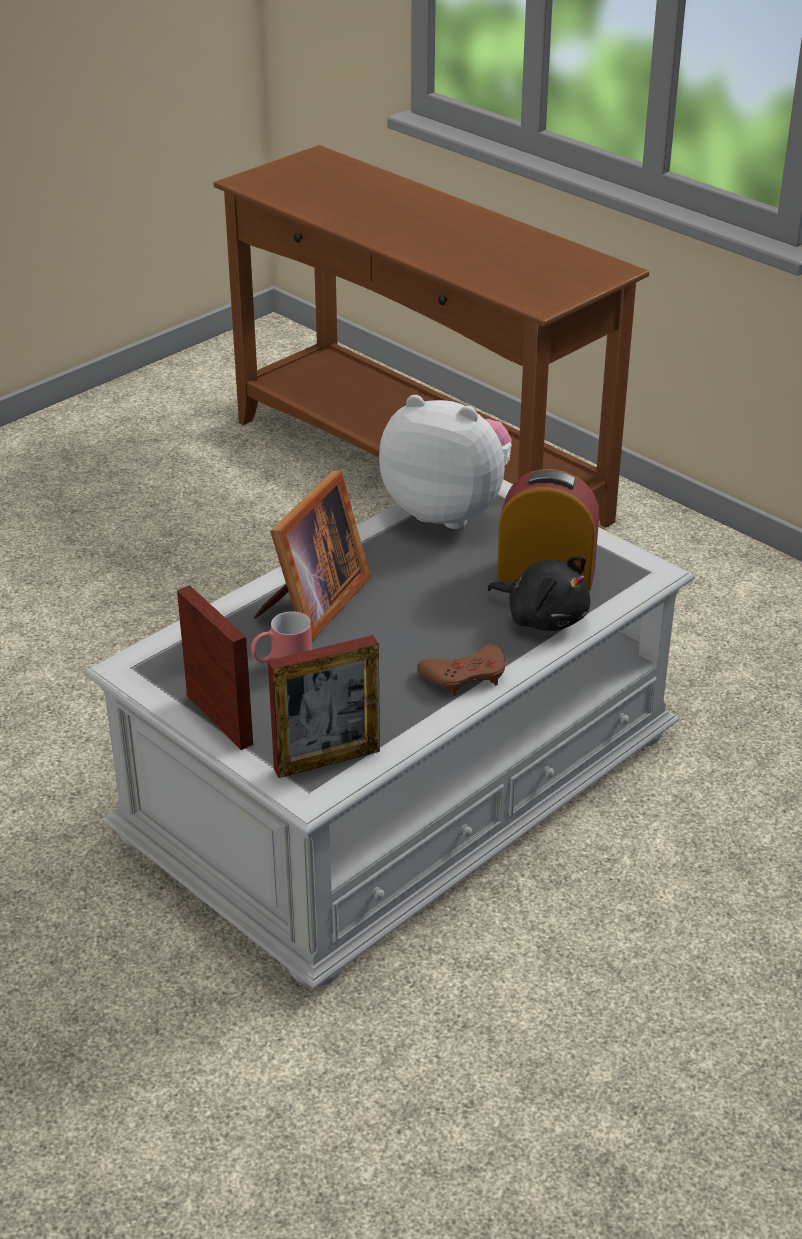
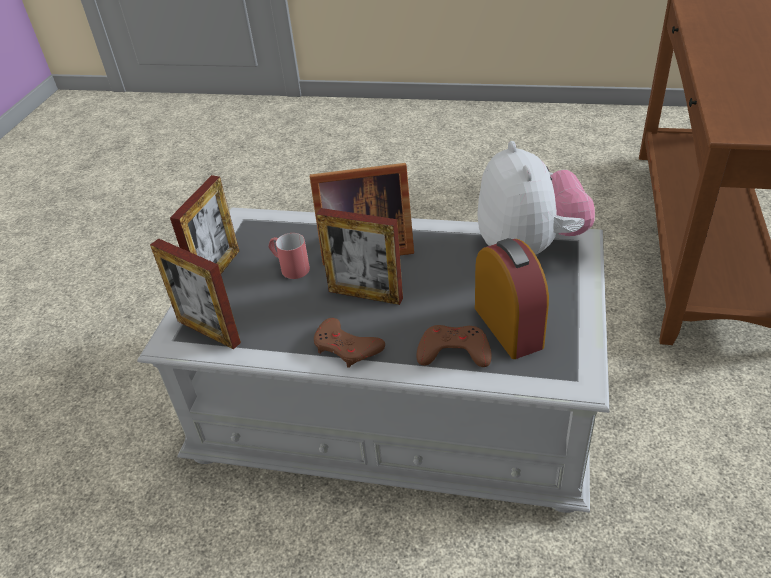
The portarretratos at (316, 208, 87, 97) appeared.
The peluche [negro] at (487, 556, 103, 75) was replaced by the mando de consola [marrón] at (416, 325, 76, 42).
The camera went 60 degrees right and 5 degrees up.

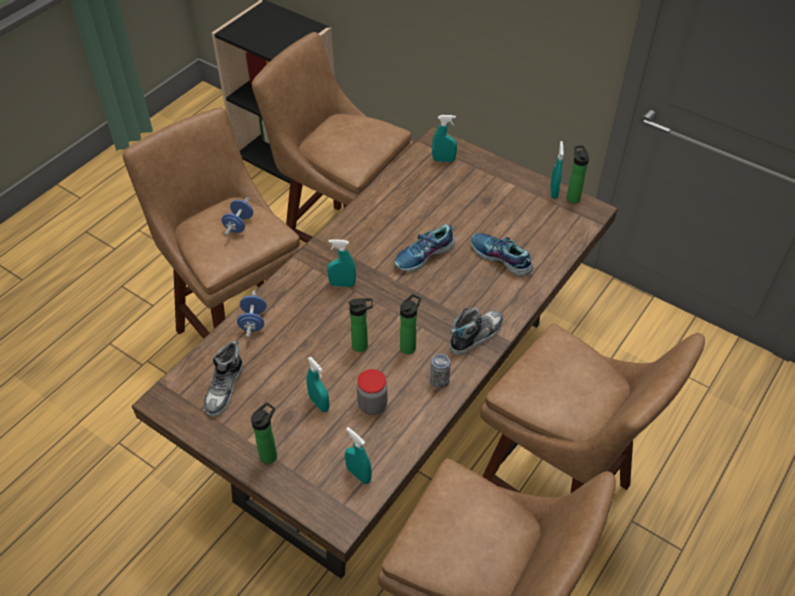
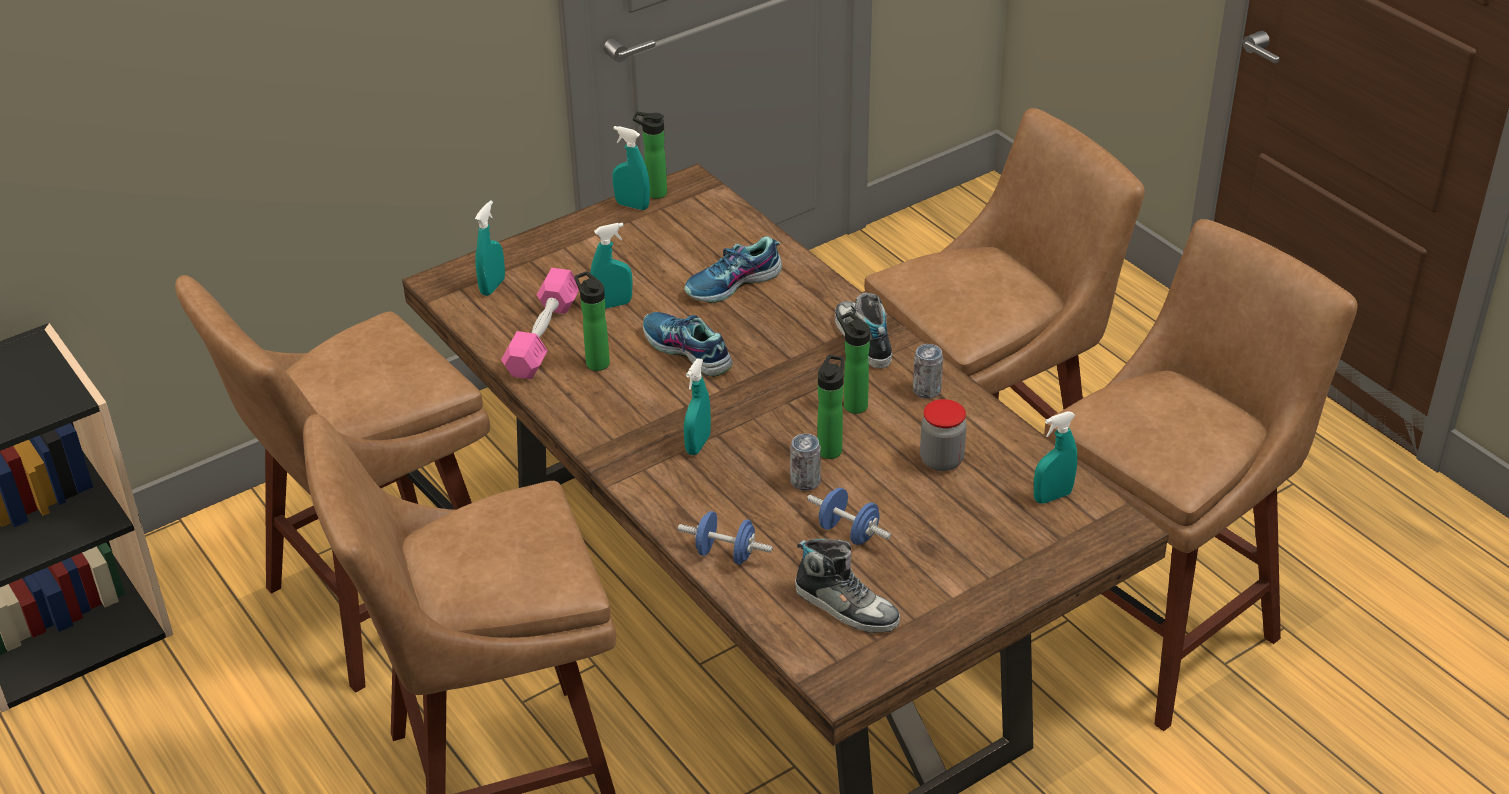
The mancuerna [rosa] at (501, 268, 78, 111) appeared.
The botella moved from (251, 402, 26, 62) to (574, 271, 36, 100).
The pulverizador [turquesa] moved from (307, 356, 23, 56) to (590, 223, 42, 86).
The zapato at (394, 224, 61, 47) turned 150 degrees clockwise.
The lata at (790, 434, 31, 57) appeared.
The mancuerna [azul] moved from (222, 197, 31, 39) to (807, 488, 84, 57).
The camera went 70 degrees left and 10 degrees down.

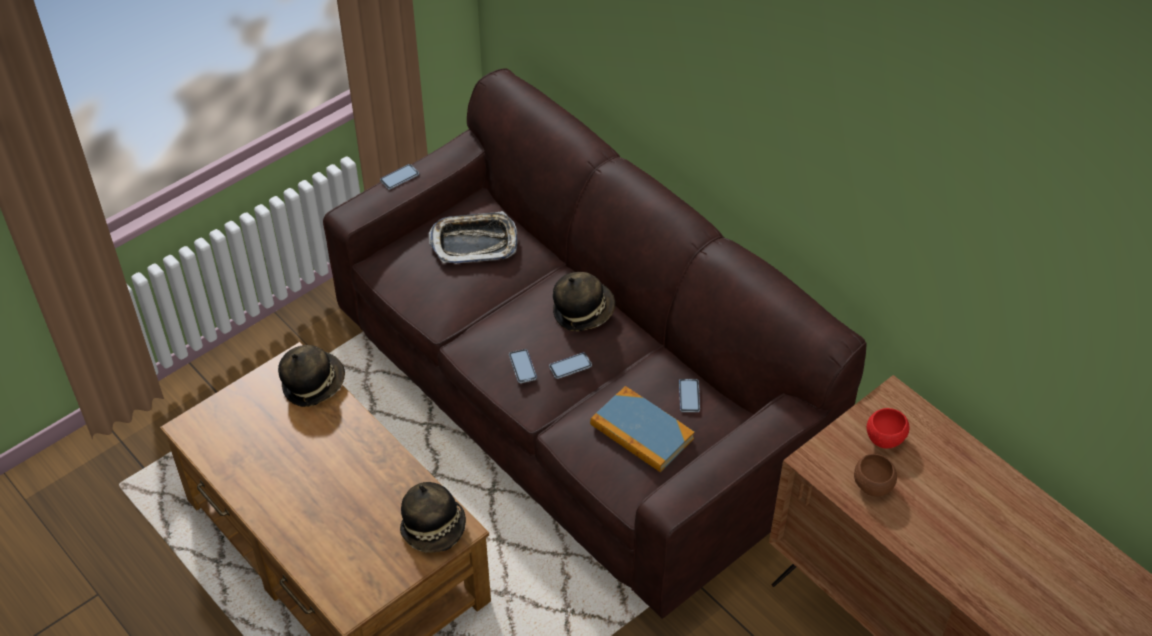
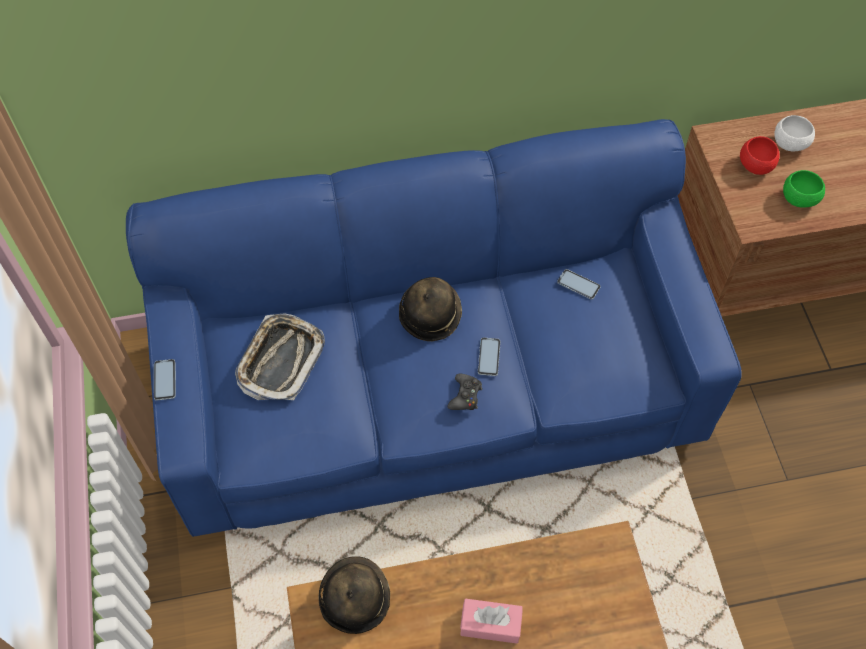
The sofá [marrón] at (323, 68, 544, 551) became the sofá [azul] at (126, 119, 616, 418).
The móvil at (509, 349, 28, 34) was replaced by the mando de consola [negro] at (448, 374, 34, 36).
The caja de pañuelos [rosa] at (460, 599, 63, 45) appeared.
The cuenco [blanco] at (774, 115, 41, 36) appeared.
The cuenco [marrón] at (854, 454, 43, 43) became the cuenco [verde] at (783, 170, 42, 38).
The sombrero at (400, 482, 66, 71) disappeared.
The libro at (590, 386, 105, 86) disappeared.
The camera went 60 degrees left and 10 degrees up.

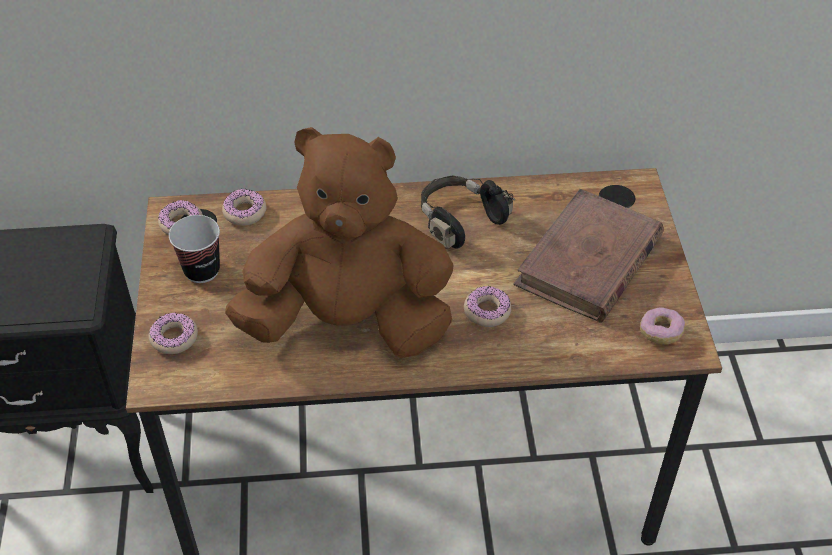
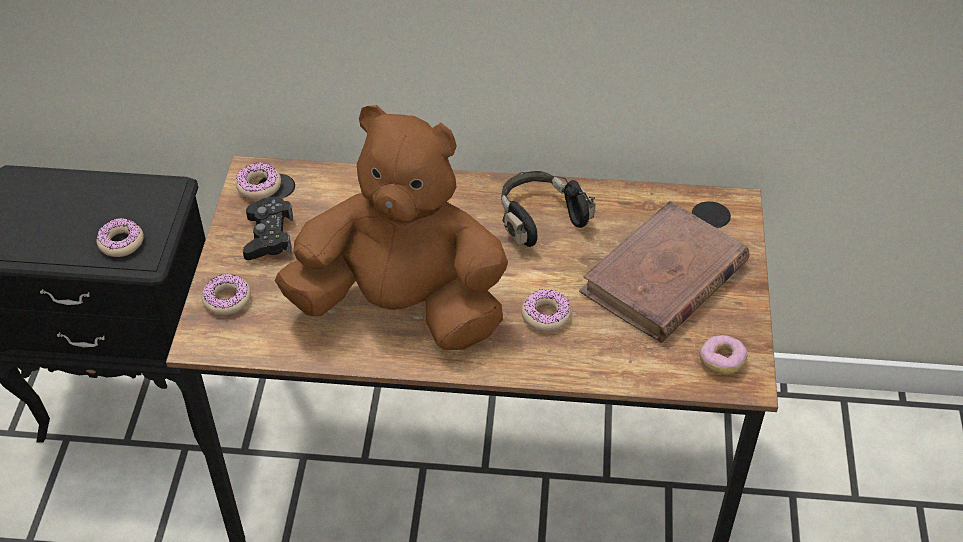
The rosquilla moved from (222, 189, 44, 36) to (97, 218, 47, 39).
The taza at (169, 215, 51, 68) was replaced by the mando de consola [negro] at (243, 197, 50, 63).
The camera went 10 degrees right and 0 degrees up.

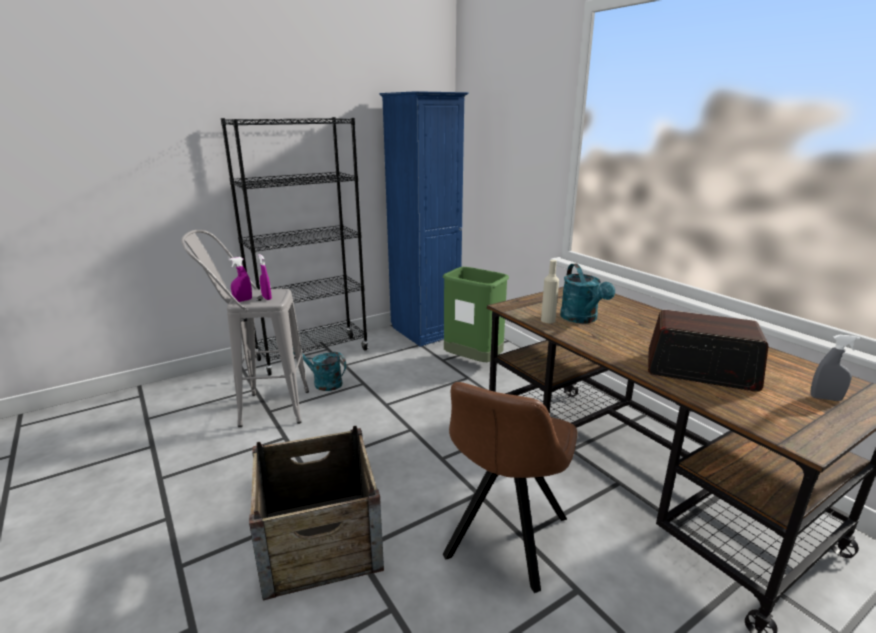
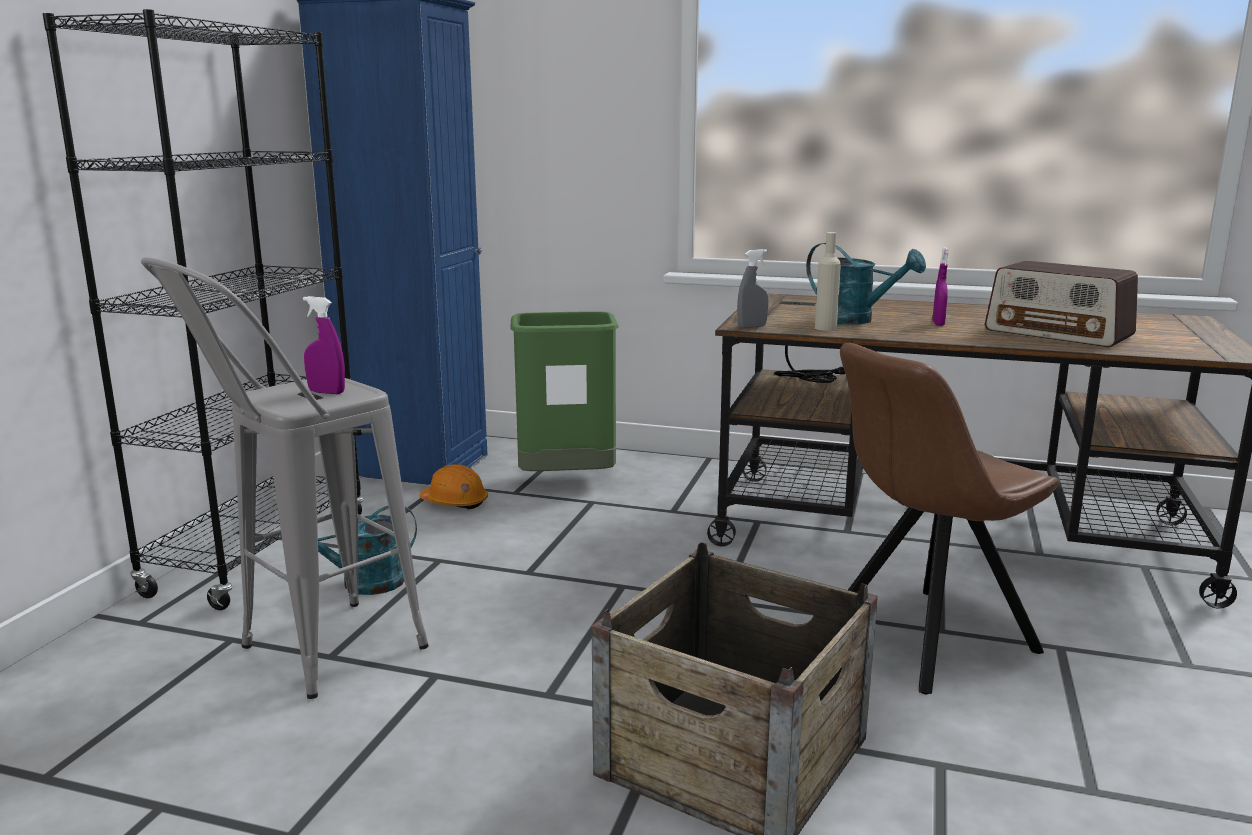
The casco [naranja] at (420, 464, 68, 45) appeared.
The pulverizador [gris] moved from (810, 335, 51, 66) to (737, 249, 32, 79).
The silla [marrón] at (443, 382, 134, 211) turned 75 degrees clockwise.
The pulverizador [morado] moved from (229, 257, 23, 45) to (932, 247, 17, 79).
The radio at (648, 310, 120, 82) turned 120 degrees counterclockwise.
The camera went 40 degrees left and 5 degrees down.

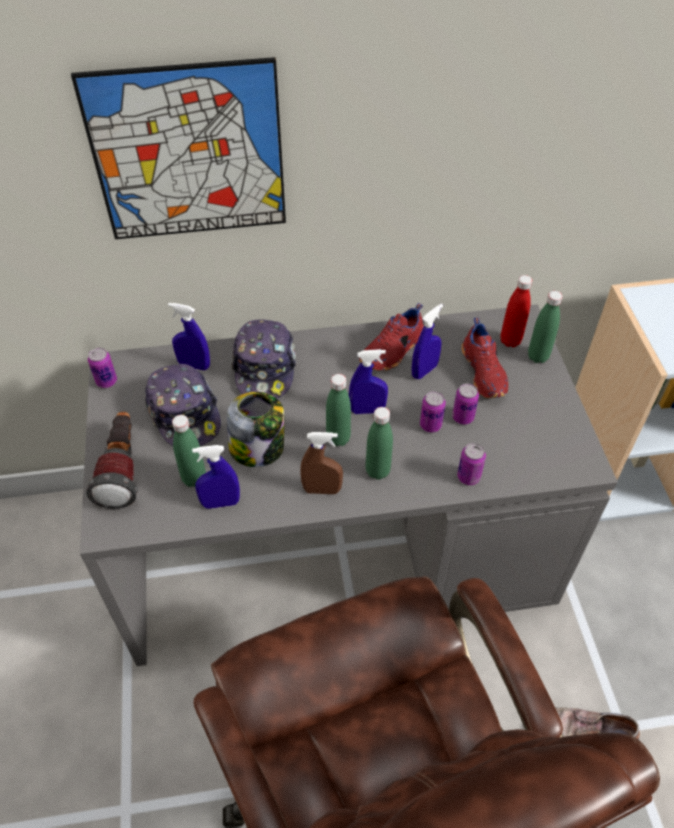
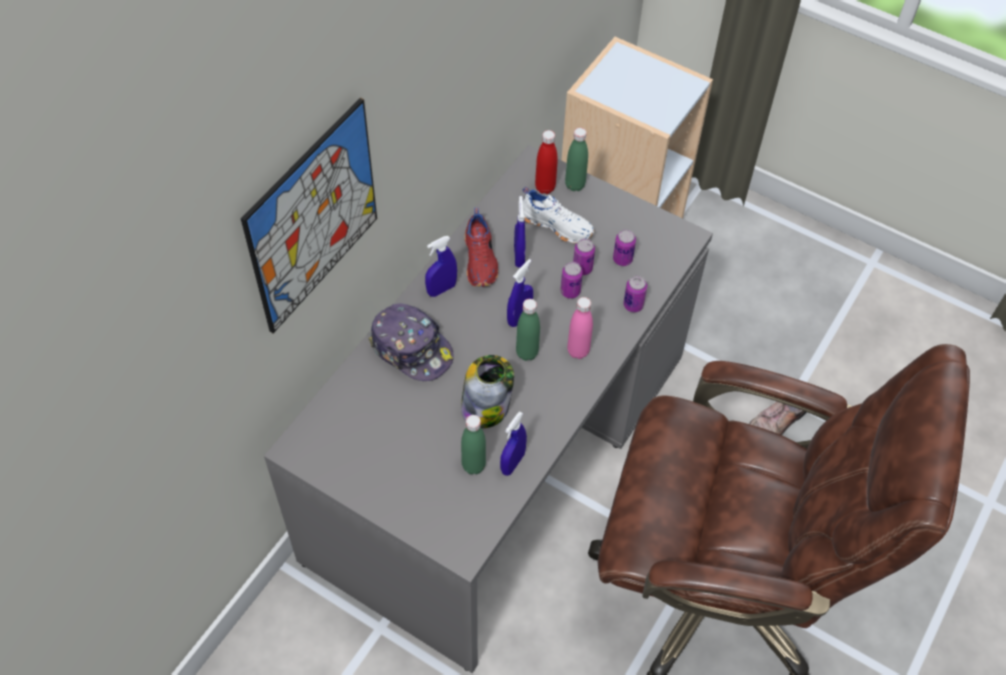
The pulverizador [azul] moved from (168, 303, 42, 68) to (425, 236, 32, 61).
The zapato [rojo] at (461, 317, 47, 81) became the zapato [blanco] at (523, 187, 71, 56).
The botella [verde] at (366, 407, 27, 73) became the botella [rosa] at (567, 297, 26, 62).
The lata moved from (88, 348, 29, 40) to (613, 230, 23, 36).
The linterna at (86, 411, 52, 98) disappeared.
The gorra at (145, 364, 76, 82) disappeared.
The pulverizador [marrón] at (300, 432, 43, 62) disappeared.
The camera went 50 degrees left and 5 degrees up.

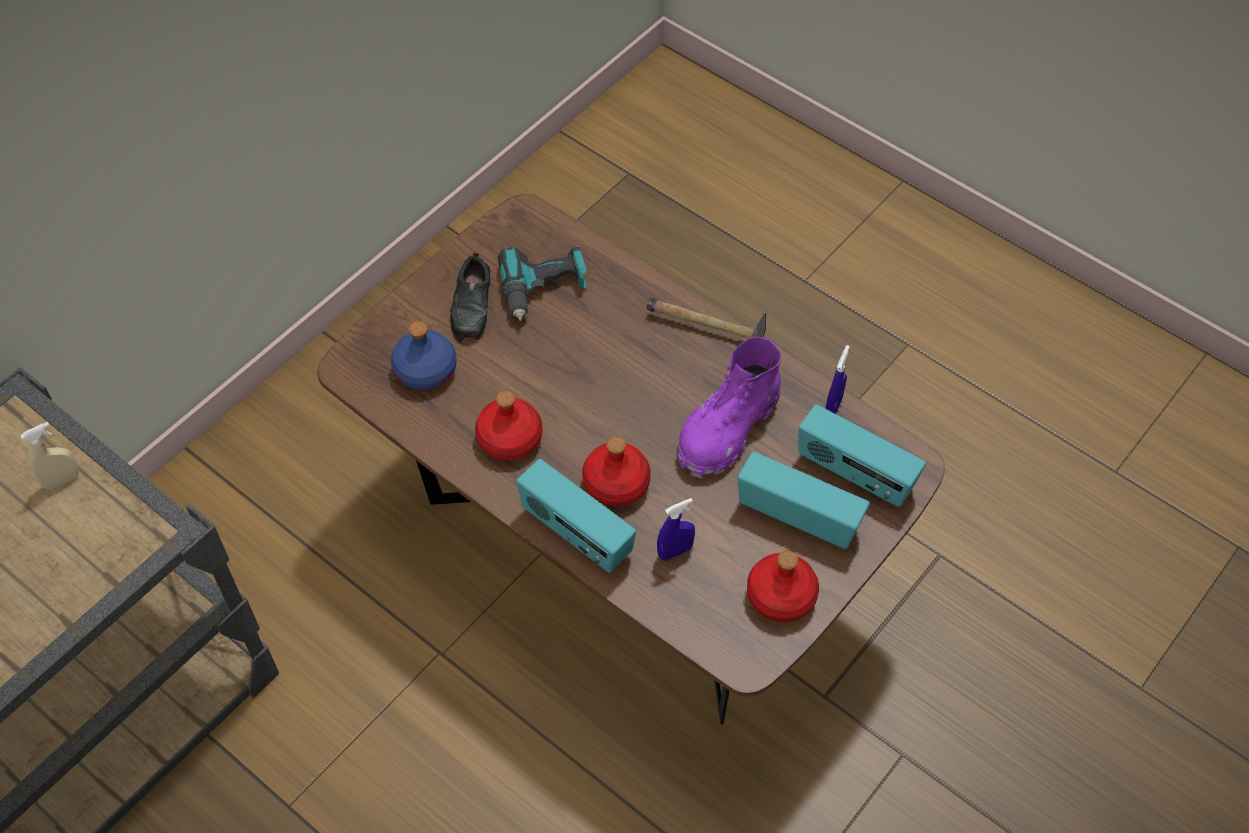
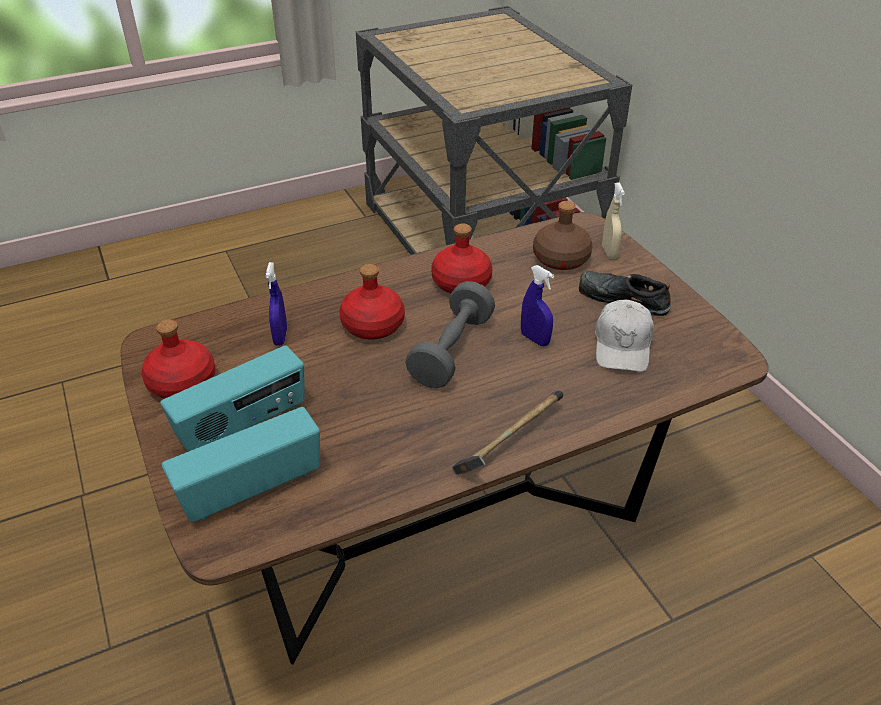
The mancuerna [gris] at (405, 281, 90, 107) appeared.
The pulverizador [azul] moved from (825, 345, 25, 69) to (521, 265, 33, 81).
The botella [azul] at (391, 321, 66, 69) became the botella [marrón] at (533, 201, 60, 69).
The taladro at (498, 246, 89, 75) was replaced by the gorra [blanco] at (595, 299, 59, 73).
The pulverizador [beis] moved from (21, 422, 58, 68) to (602, 182, 23, 77).
The radio at (517, 459, 119, 114) disappeared.
The bota [morado] at (678, 336, 103, 142) disappeared.
The camera went 115 degrees right and 15 degrees down.

